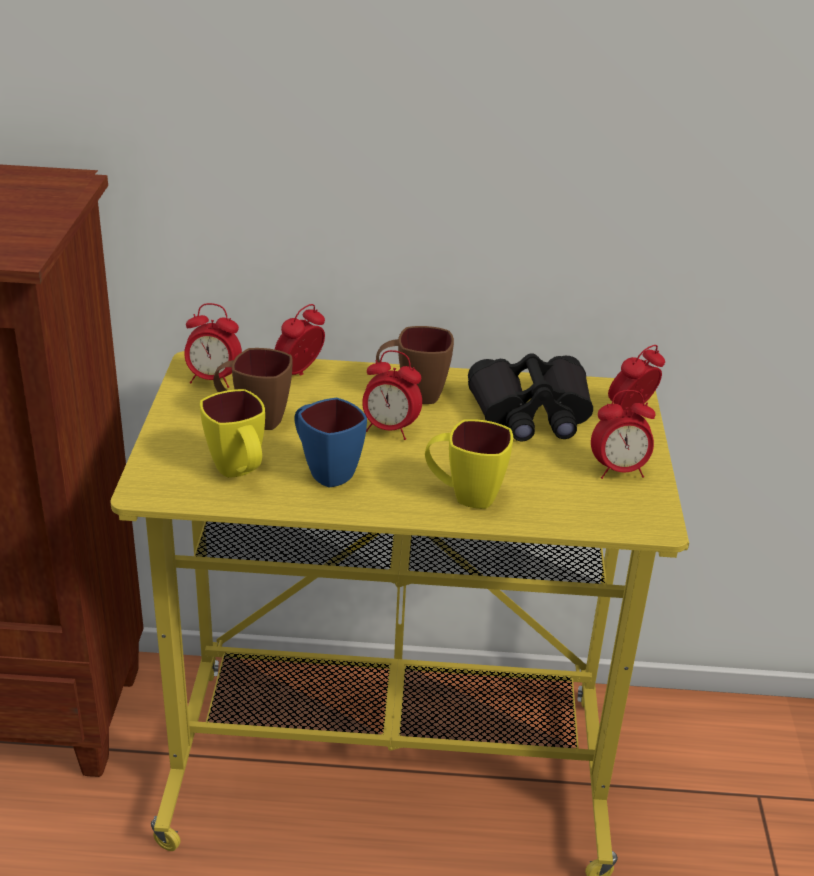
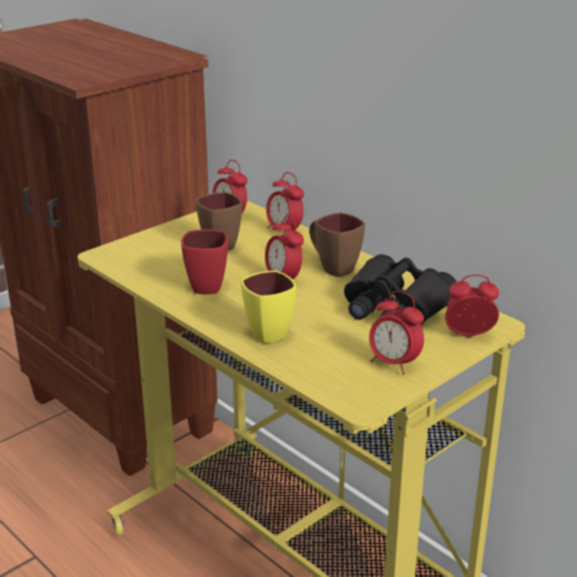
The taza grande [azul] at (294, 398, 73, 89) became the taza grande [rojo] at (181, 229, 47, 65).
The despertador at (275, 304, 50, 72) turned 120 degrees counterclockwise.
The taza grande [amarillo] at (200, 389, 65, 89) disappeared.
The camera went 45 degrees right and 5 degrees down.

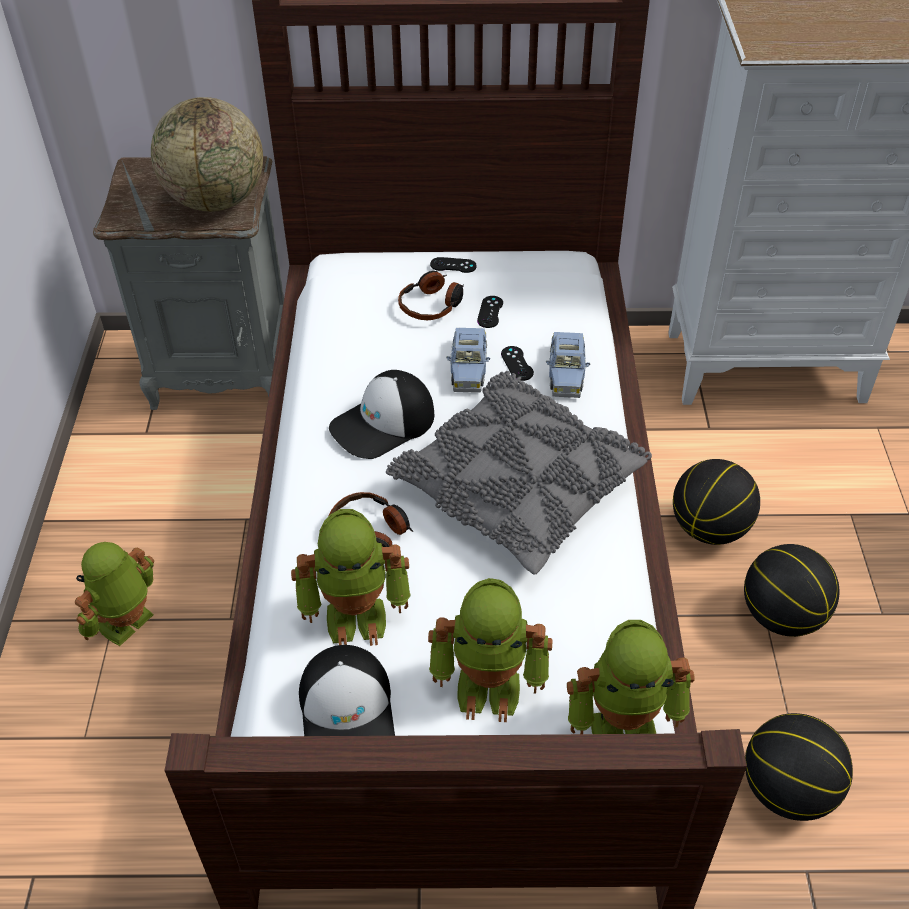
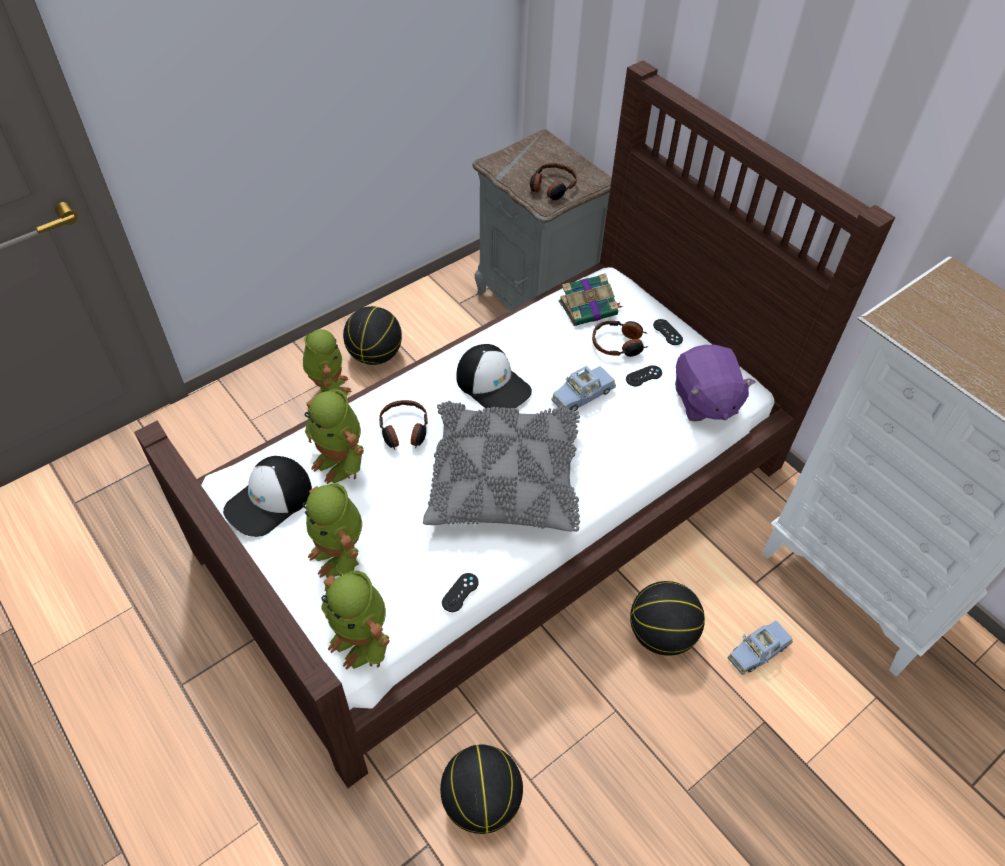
The robot de juguete at (75, 542, 79, 104) turned 75 degrees clockwise.
The balón de baloncesto moved from (744, 544, 95, 93) to (343, 306, 59, 59).
The mando de consola [negro] moved from (501, 346, 33, 35) to (442, 573, 37, 39).
The gorra at (329, 370, 105, 89) turned 150 degrees counterclockwise.
The globo terráqueo at (151, 97, 112, 115) was replaced by the auriculares at (530, 163, 47, 37).
The libro at (559, 273, 64, 53) appeared.
The peluche [morado] at (675, 345, 81, 77) appeared.
The coche de juguete [azul] moved from (546, 332, 44, 66) to (728, 621, 65, 54).
The camera went 50 degrees right and 5 degrees up.

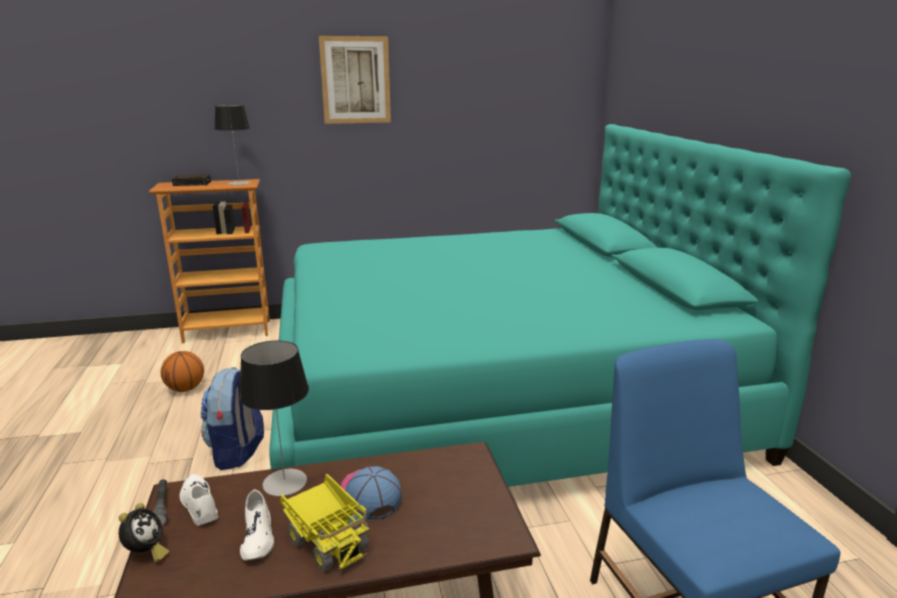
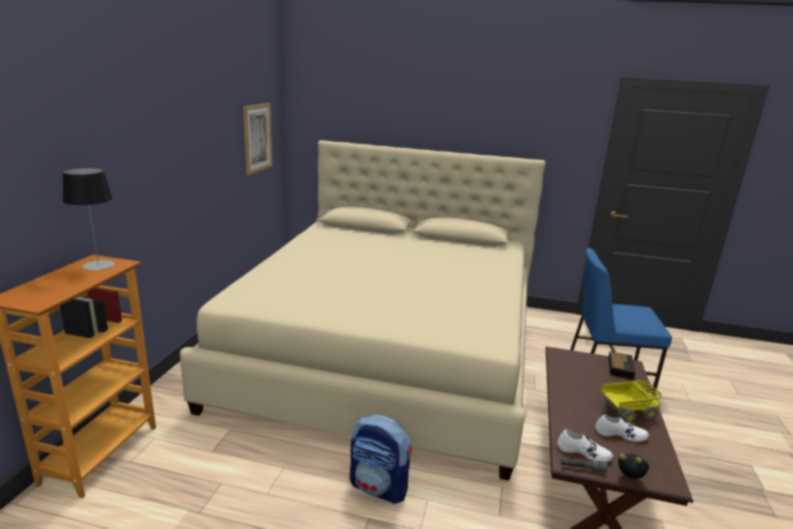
The cama [turquesa] at (269, 124, 582, 363) became the cama [beis] at (180, 140, 366, 341).
The cuadro moved from (319, 36, 72, 88) to (243, 103, 30, 72).
The zapato [blanco] at (180, 474, 38, 52) turned 150 degrees counterclockwise.
The despertador moved from (172, 175, 39, 11) to (608, 351, 27, 28).
The balón de baloncesto at (161, 351, 43, 41) disappeared.
The lámpara de mesa at (239, 341, 70, 155) disappeared.
The gorra at (341, 466, 61, 54) disappeared.
The camera went 65 degrees left and 0 degrees up.

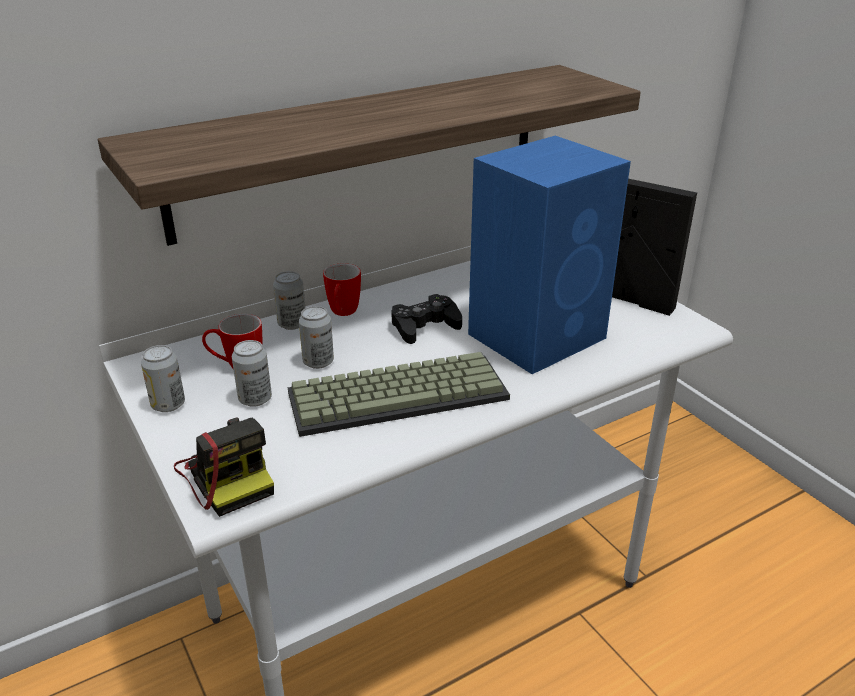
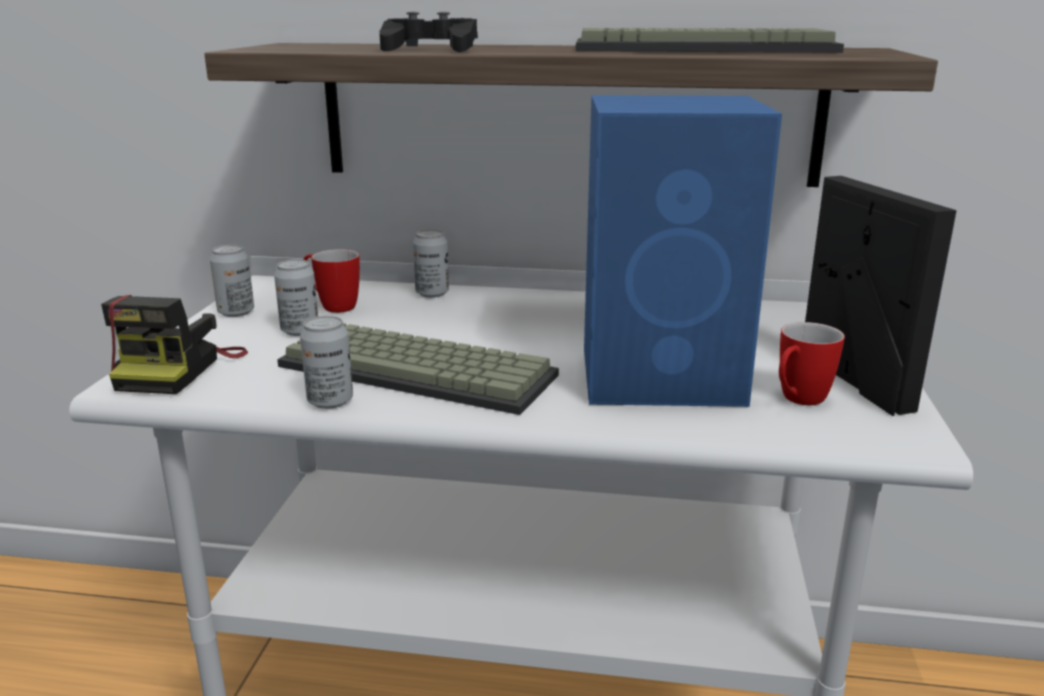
The lata moved from (299, 306, 35, 63) to (300, 316, 53, 93).
The mando de consola [negro] moved from (391, 294, 71, 50) to (379, 12, 99, 40).
The teclado at (576, 28, 268, 25) appeared.
The taza grande moved from (323, 263, 38, 53) to (779, 322, 66, 83).
The camera went 40 degrees right and 10 degrees down.

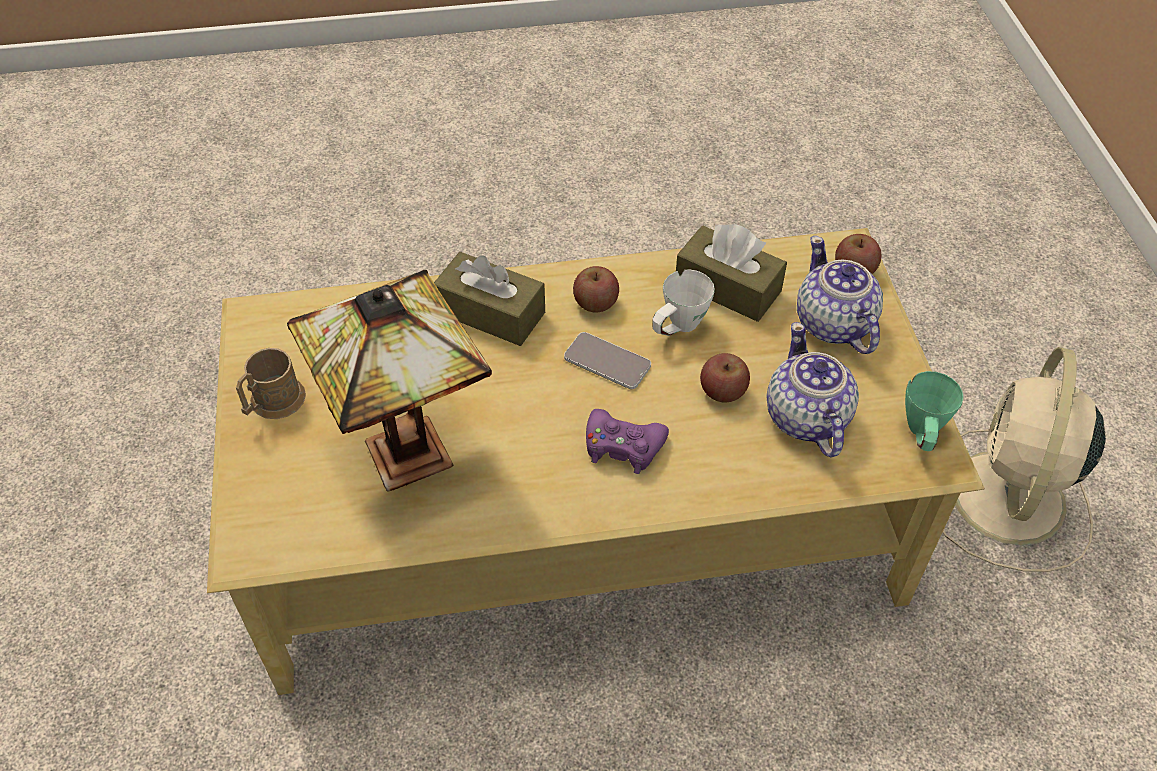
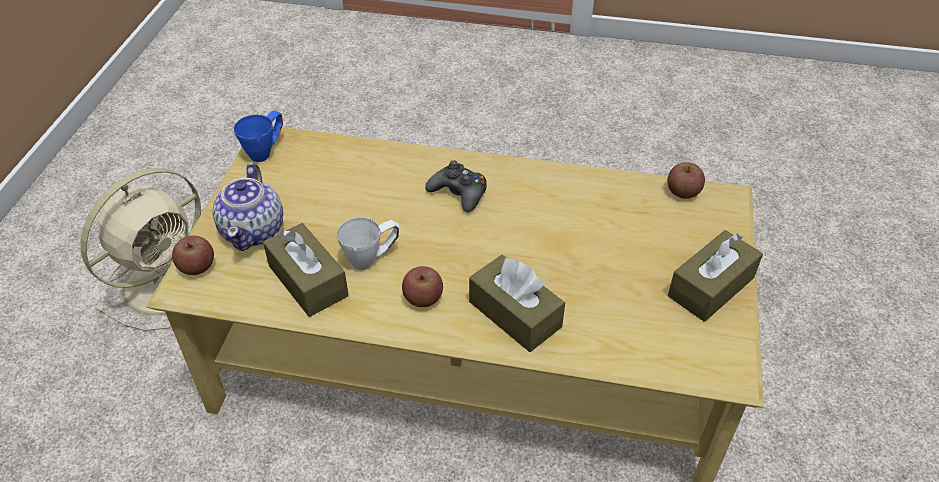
The taza grande [verde] at (905, 371, 59, 80) became the taza grande [azul] at (234, 111, 49, 51).
The mando de consola [morado] at (586, 409, 83, 65) became the mando de consola [negro] at (425, 160, 62, 53).
The manzana moved from (700, 353, 50, 49) to (667, 162, 38, 37).
The taza grande [marrón] at (236, 348, 70, 71) was replaced by the caja de pañuelos [marrón] at (668, 230, 95, 92).
The lámpara de mesa at (287, 270, 205, 221) disappeared.
The móvil at (564, 332, 87, 57) disappeared.
The tetera at (767, 322, 92, 136) disappeared.
The camera went 160 degrees left and 5 degrees down.

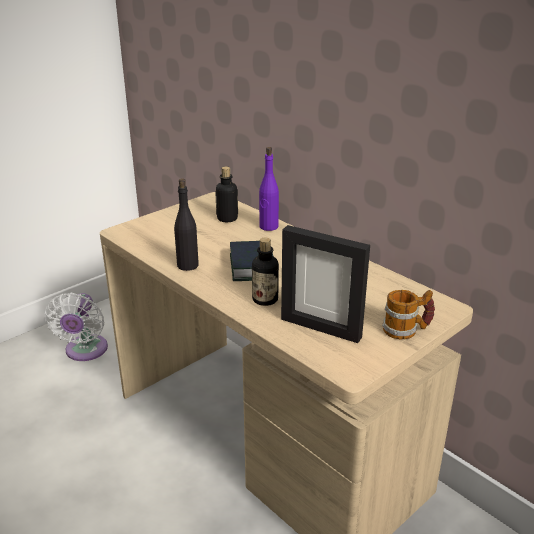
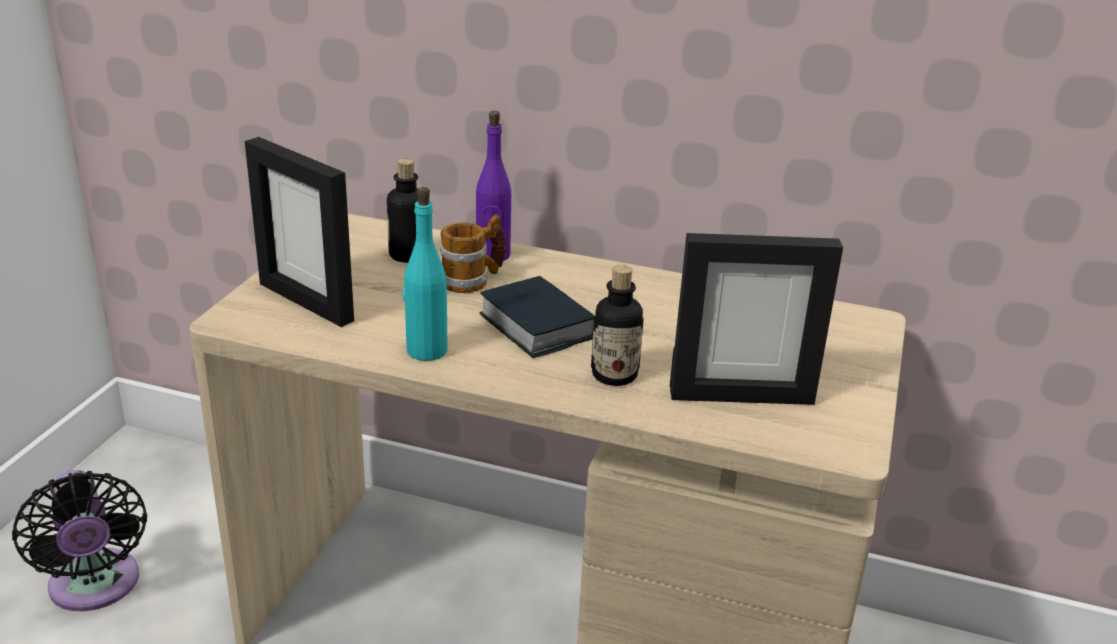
The ventilador [blanco] at (44, 293, 64, 68) became the ventilador [negro] at (12, 470, 135, 141).
The portarretratos at (245, 137, 109, 190) appeared.
The botella [negro] at (174, 178, 25, 93) became the botella [turquesa] at (403, 187, 45, 174).
The taza grande moved from (382, 290, 53, 50) to (440, 214, 66, 79).
The camera went 30 degrees left and 0 degrees up.

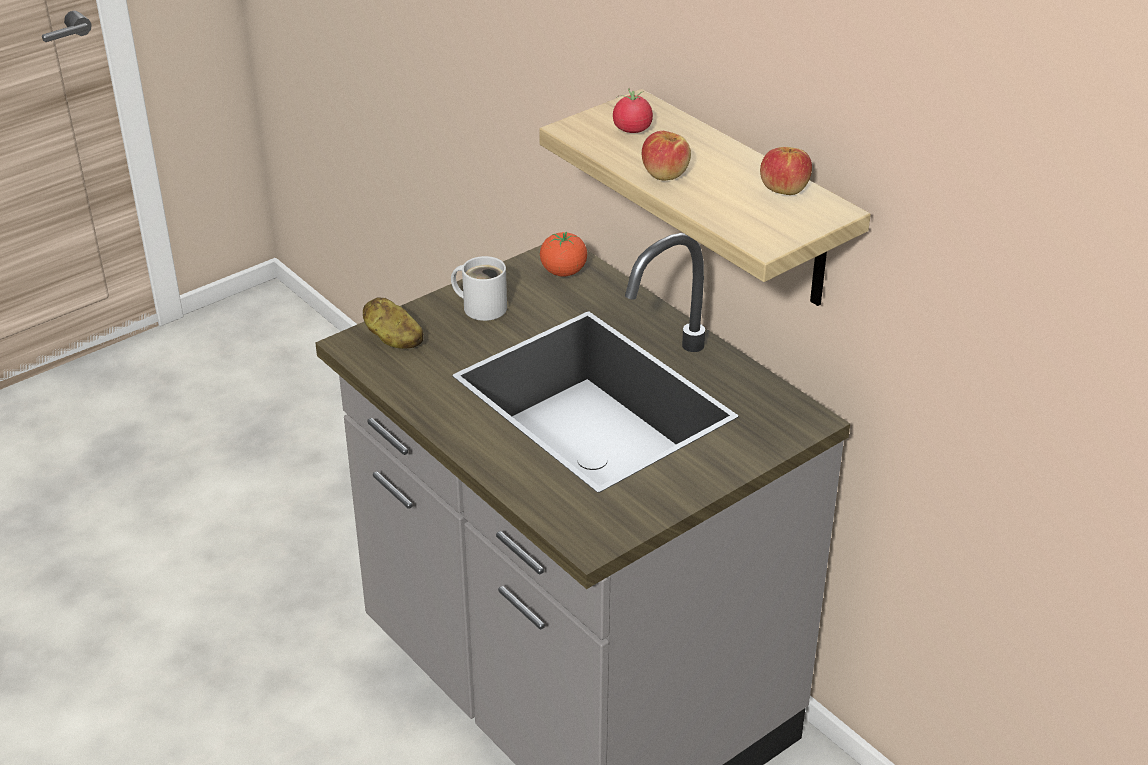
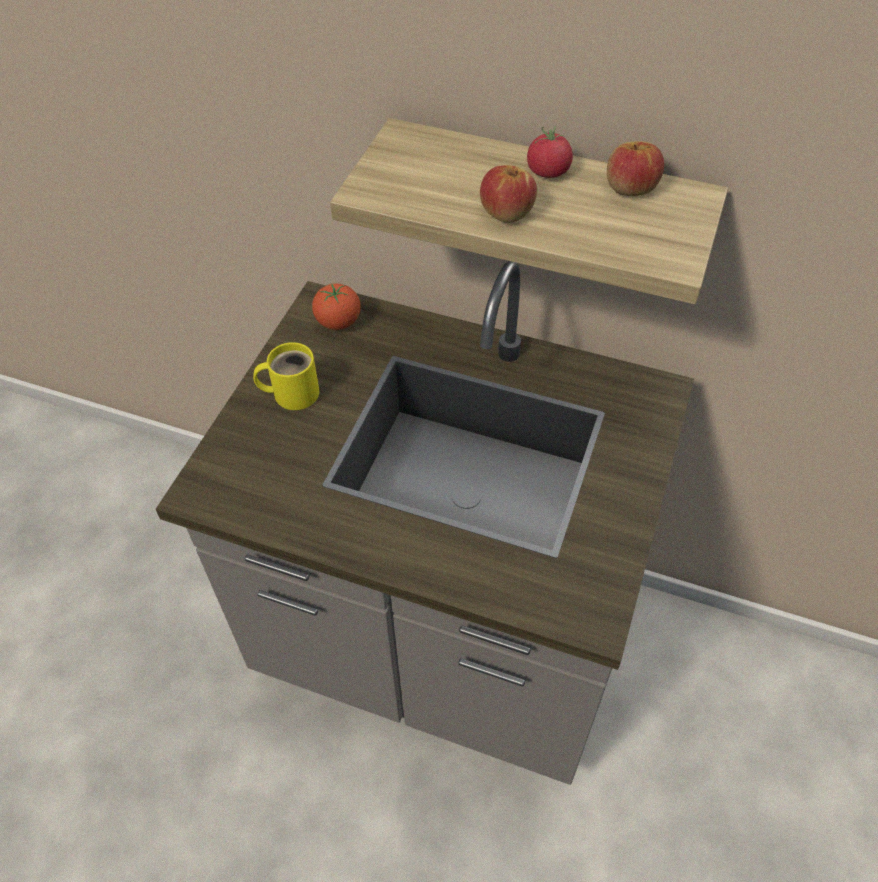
The taza grande [blanco] at (451, 256, 56, 65) became the taza grande [amarillo] at (253, 342, 66, 68).
The tomate moved from (613, 88, 40, 45) to (527, 126, 46, 52).
The patata at (363, 297, 60, 52) disappeared.
The camera went 30 degrees left and 15 degrees up.

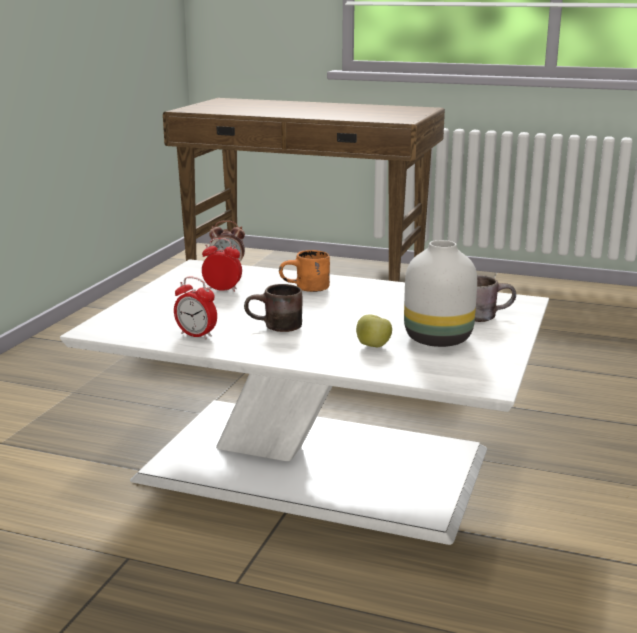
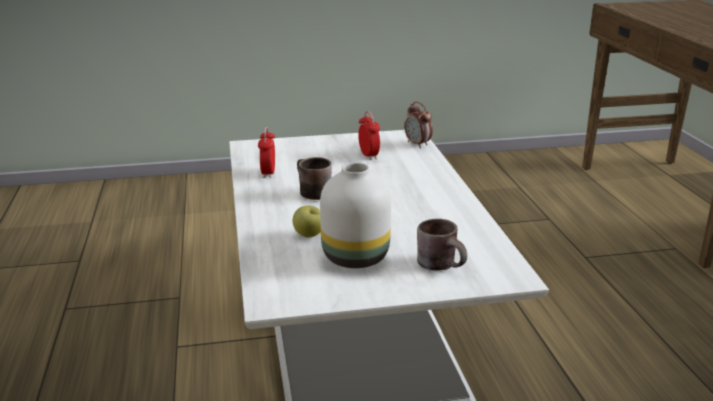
The taza grande [naranja] at (279, 250, 51, 42) disappeared.
The camera went 60 degrees right and 5 degrees up.

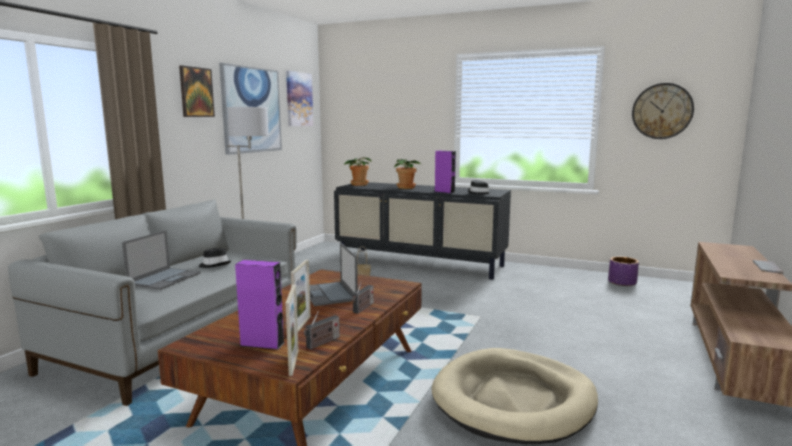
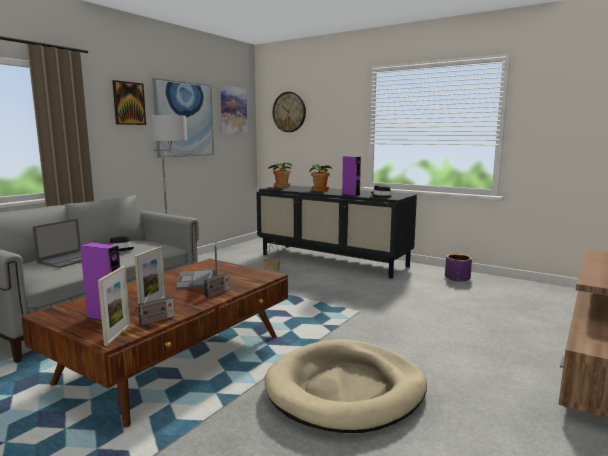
The reloj de pared moved from (632, 83, 62, 56) to (273, 92, 33, 40).
The maceta [morado] moved from (608, 257, 31, 29) to (445, 254, 27, 27).
The camera went 10 degrees right and 0 degrees up.

